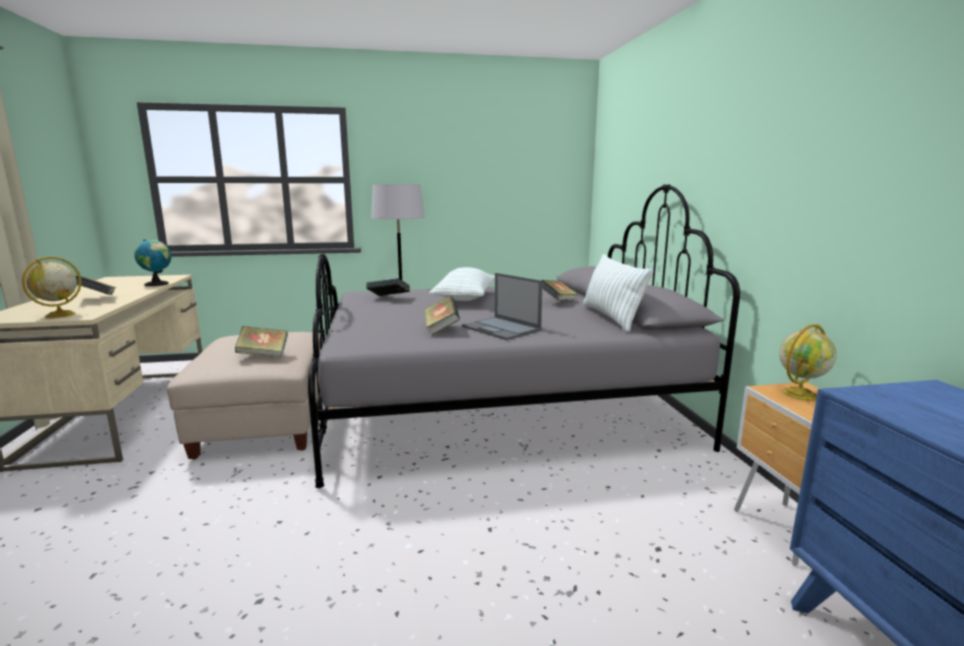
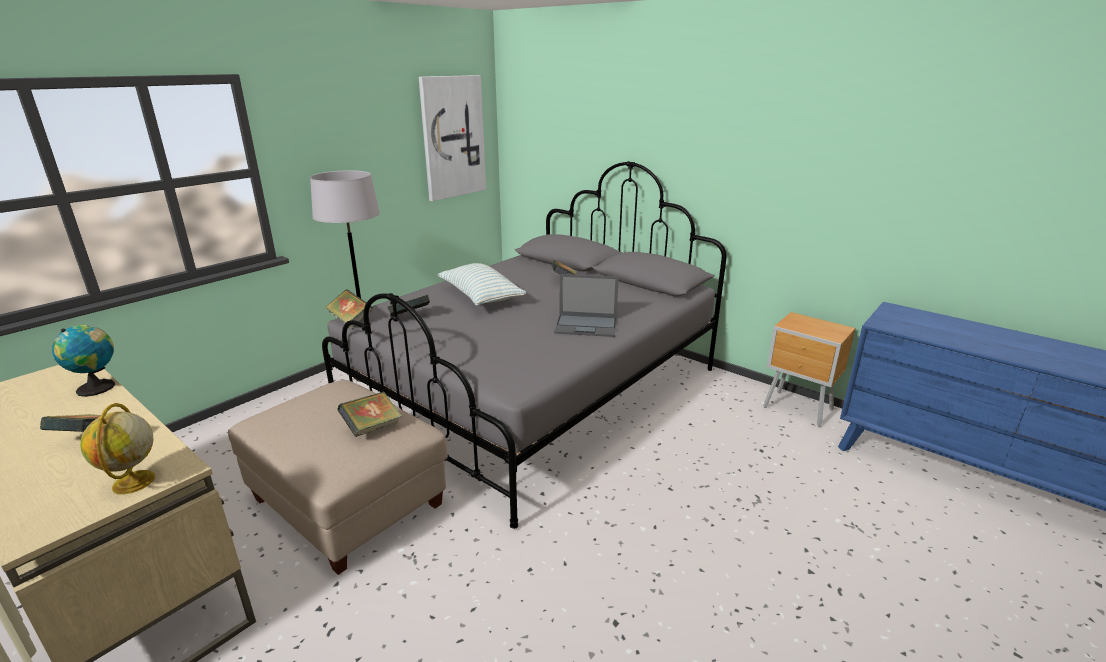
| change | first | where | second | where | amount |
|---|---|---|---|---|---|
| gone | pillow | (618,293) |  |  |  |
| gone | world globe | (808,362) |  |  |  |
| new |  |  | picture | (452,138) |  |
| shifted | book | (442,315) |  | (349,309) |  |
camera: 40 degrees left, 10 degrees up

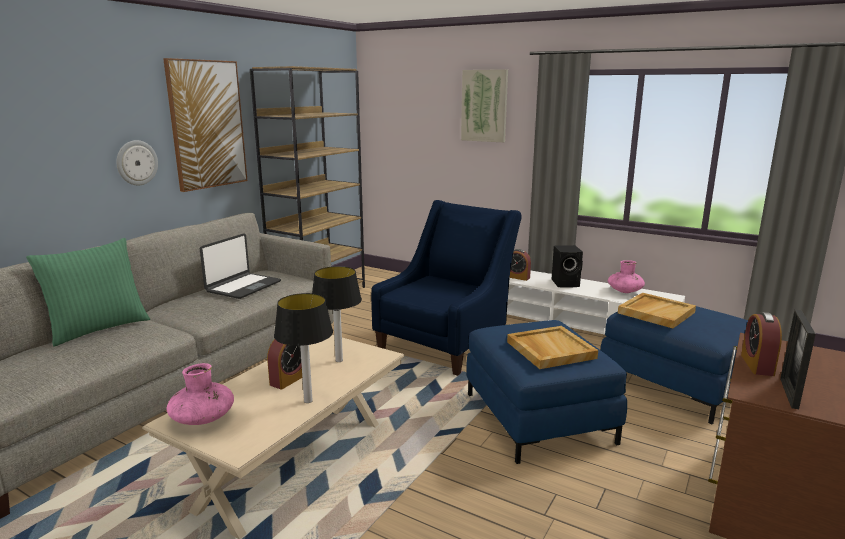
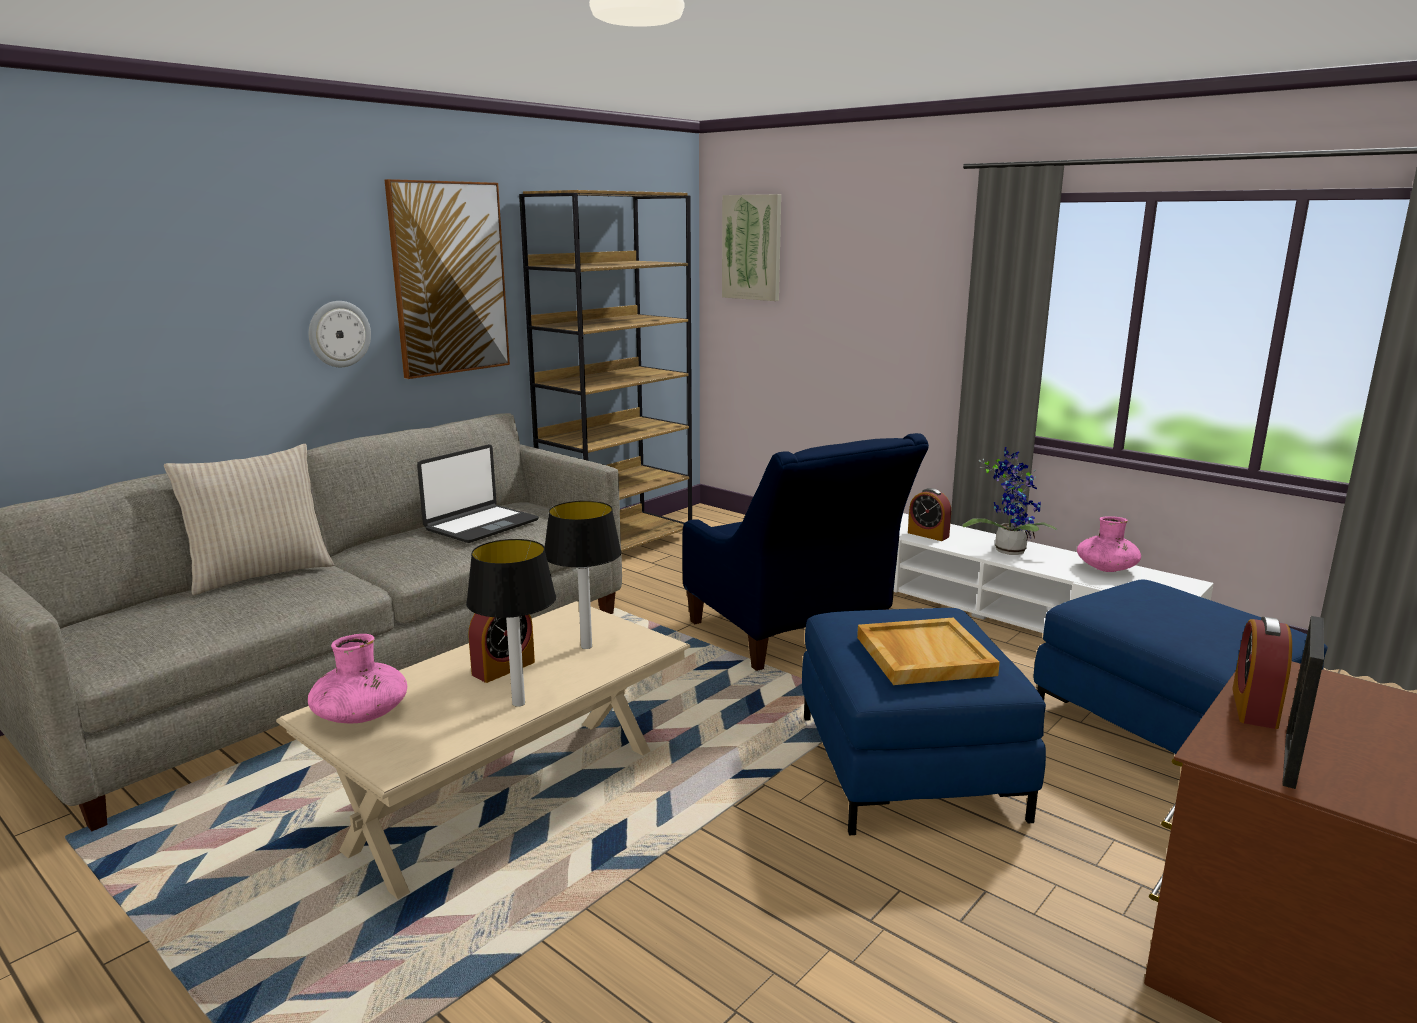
| change | first | where | second | where | amount |
|---|---|---|---|---|---|
| gone | carrying tray (beige-coloured) | (657,310) |  |  |  |
| shifted | picture | (484,105) |  | (751,247) |  |
| swapped | audio speaker (blackish) | (567,266) | houseplant | (1009,501) |  |
| repainted | pillow (green-coloured) | (88,292) | pillow (beige-coloured) | (249,519) |  |
| rotated | lounge chair (bluish) | (446,288) |  | (805,552) | 105 degrees clockwise |
camera: 10 degrees right, 0 degrees up

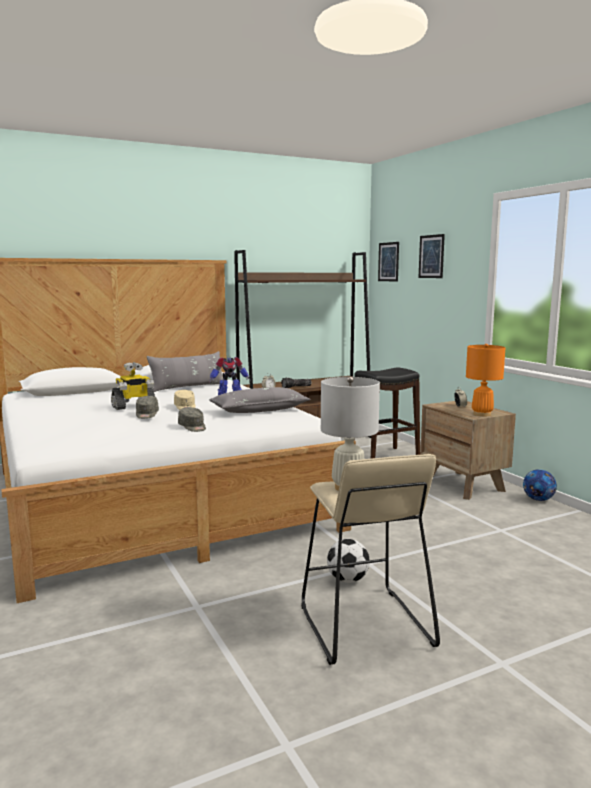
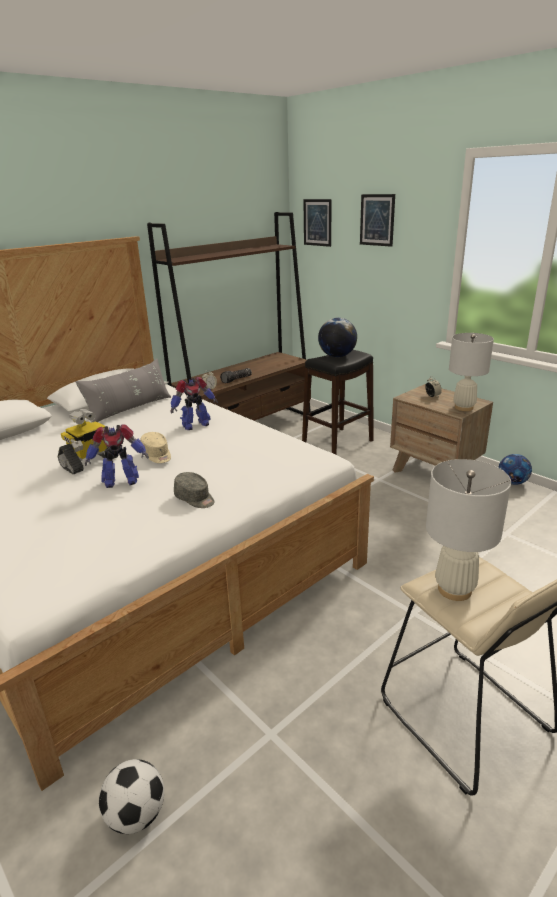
| change | first | where | second | where | amount |
|---|---|---|---|---|---|
| gone | pillow (grey) | (260,400) |  |  |  |
| new |  |  | world globe | (337,337) |  |
| shifted | football ball | (348,561) |  | (131,796) |  |
| swapped | peaked cap (grey) | (147,407) | robot figure | (117,456) |  |
| repainted | lamp for a table (orangey) | (485,380) | lamp for a table (white) | (471,372) |  |
camera: 15 degrees left, 15 degrees up

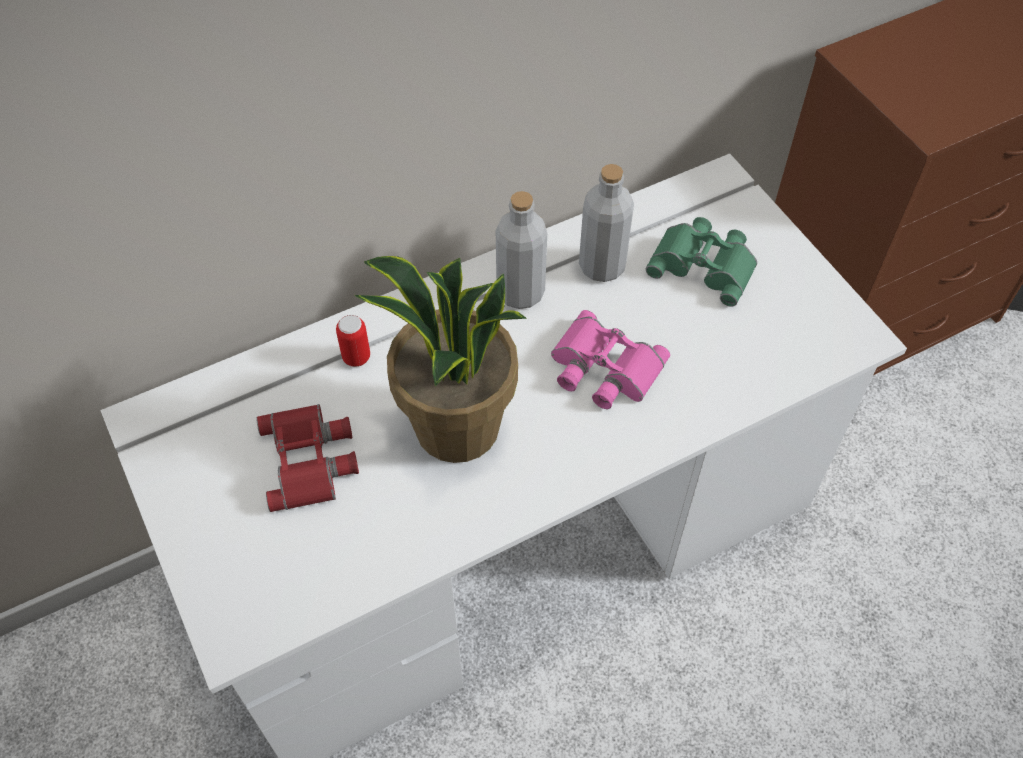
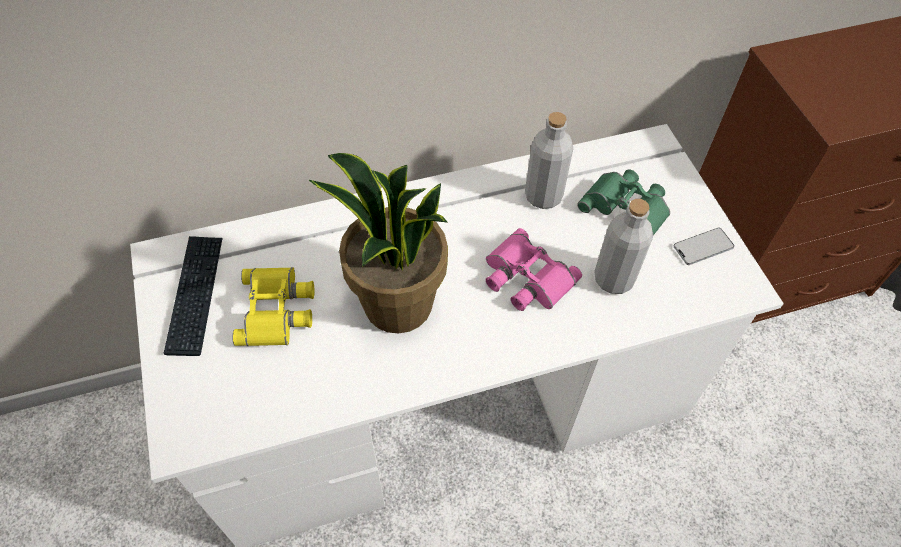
| change | first | where | second | where | amount |
|---|---|---|---|---|---|
| gone | sealed can | (353,341) |  |  |  |
| new |  |  | computer keyboard | (193,296) |  |
| new |  |  | telephone | (704,246) |  |
| shifted | beverage bottle (grey) | (521,250) |  | (623,246) |  |
| repainted | field glasses (red) | (307,458) | field glasses (yellow-coloured) | (273,306) |  |
camera: 10 degrees right, 0 degrees up

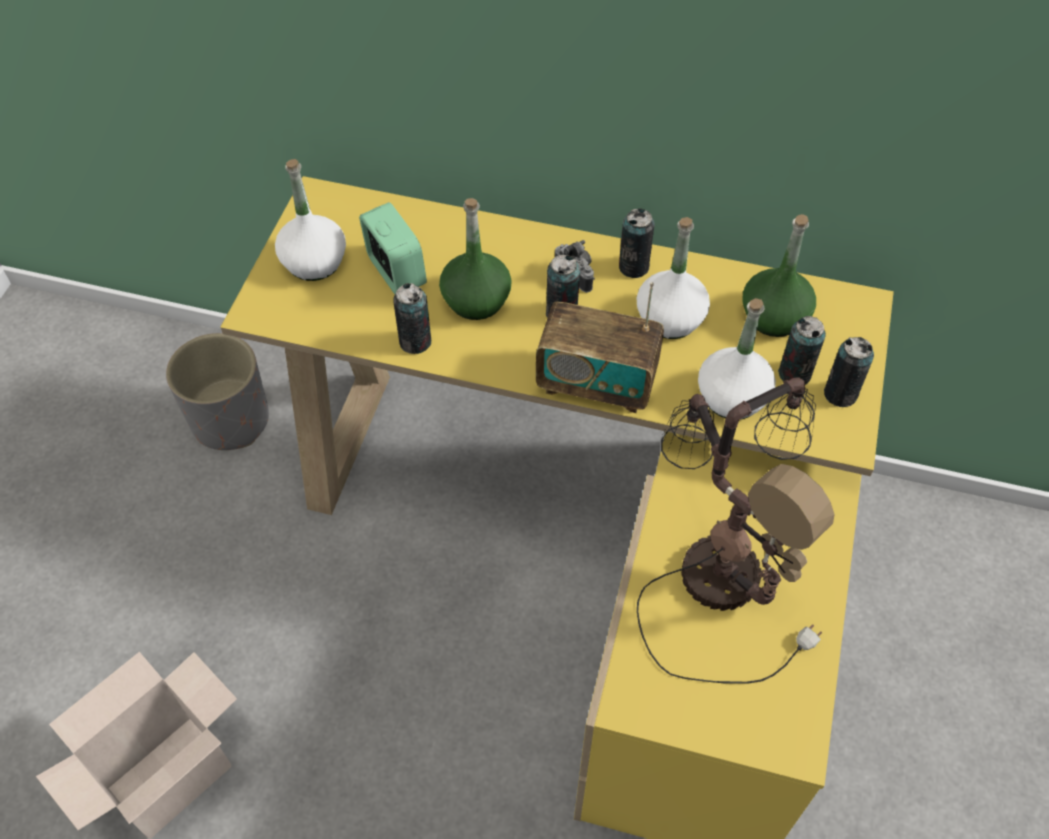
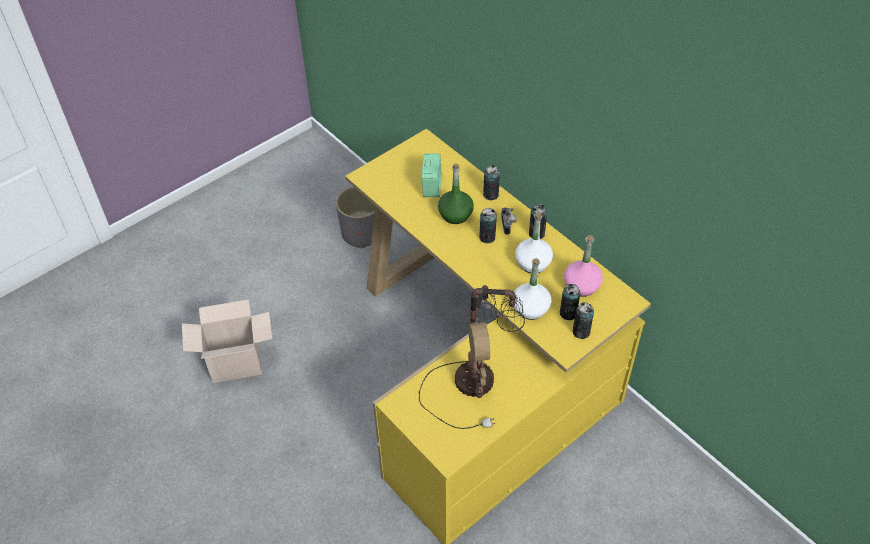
| change | first | where | second | where | amount |
|---|---|---|---|---|---|
| gone | beverage bottle (white) | (310,220) |  |  |  |
| gone | radio | (600,347) |  |  |  |
| shifted | sealed can | (412,318) |  | (491,182) |  |
| repainted | beverage bottle (green-coloured) | (779,275) | beverage bottle (pink-coloured) | (583,266) |  |
camera: 35 degrees right, 5 degrees down

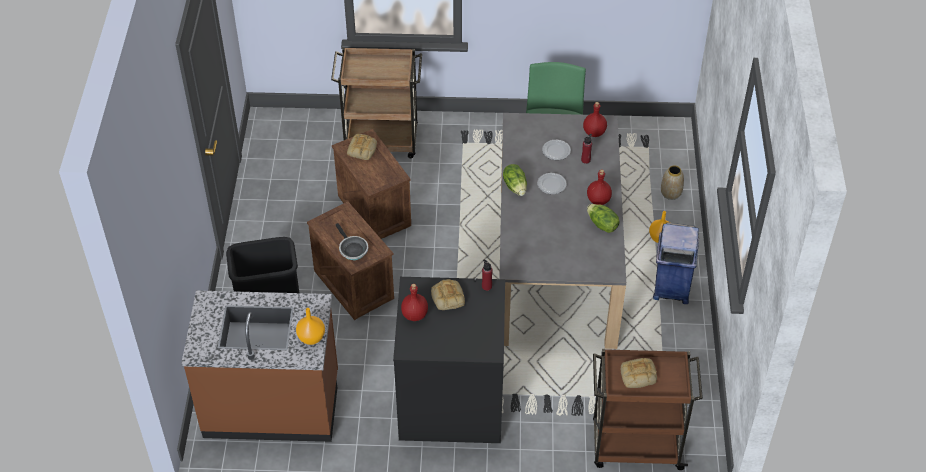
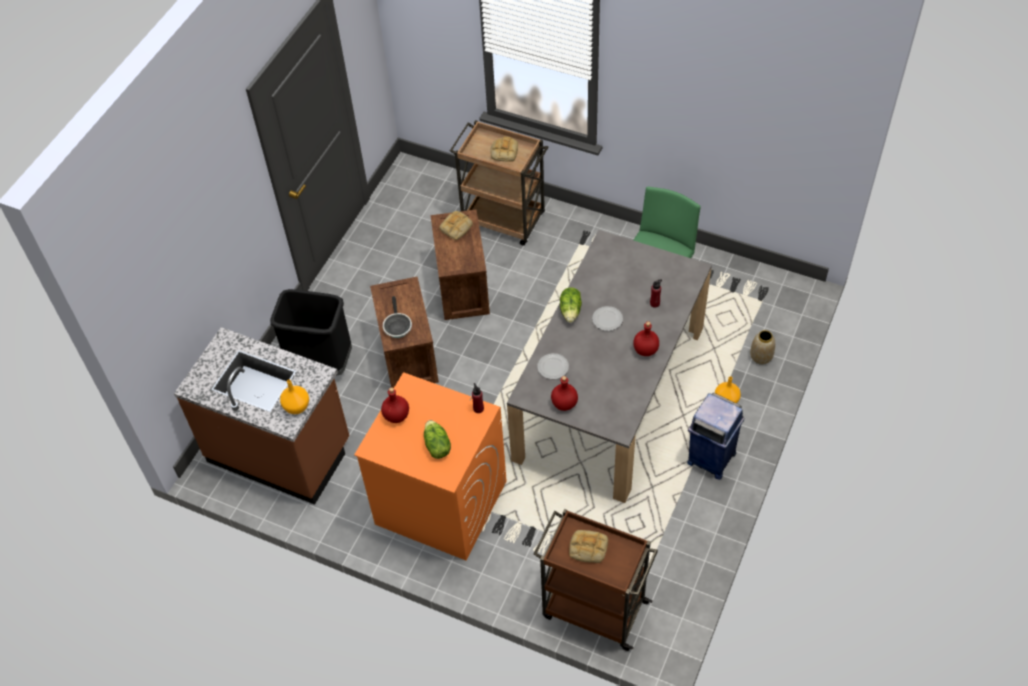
| change | first | where | second | where | amount |
|---|---|---|---|---|---|
| shifted | baked bread | (448,294) |  | (504,149) |  |
| shifted | flat dish | (556,150) |  | (553,366) |  |
| shifted | beverage bottle (red) | (595,119) |  | (564,393) |  |
| shifted | lettuce | (603,218) |  | (437,439) |  |
| repainted | laundry machine (blackish) | (449,360) | laundry machine (orangey) | (430,466) |  |
camera: 25 degrees right, 5 degrees up

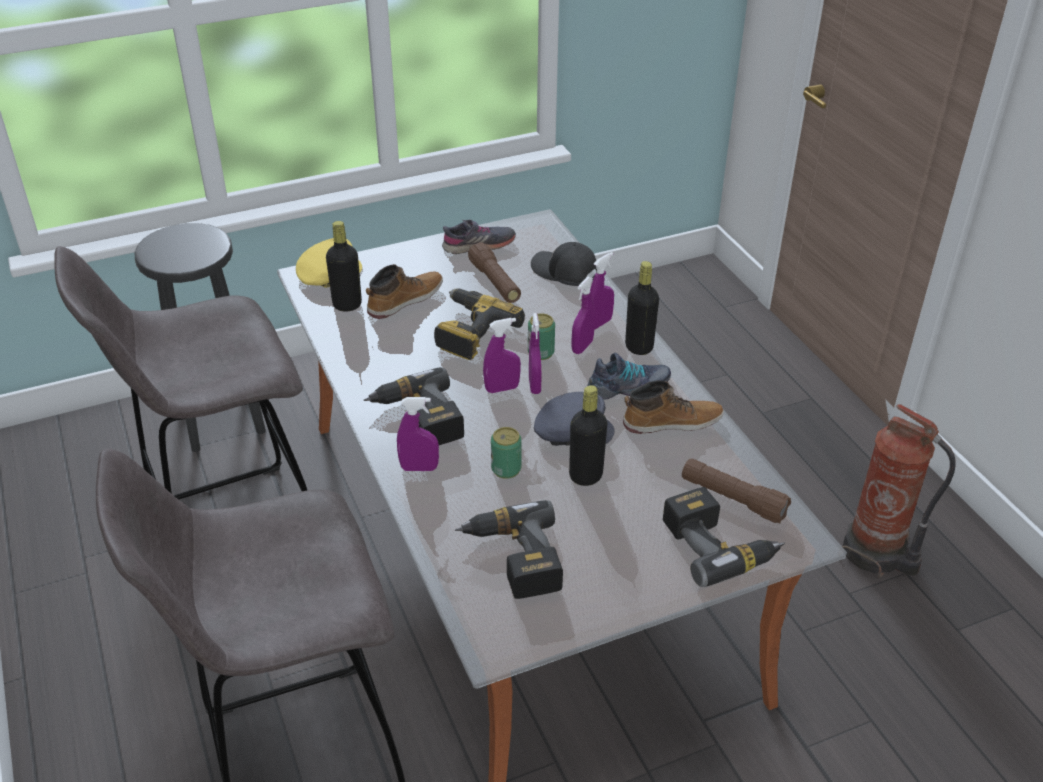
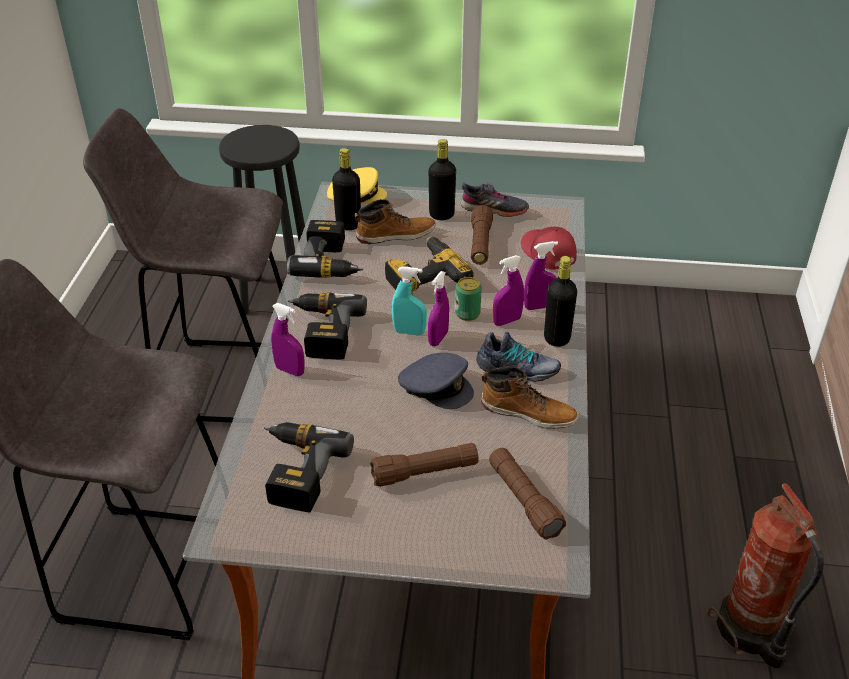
| change | first | where | second | where | amount |
|---|---|---|---|---|---|
| gone | sealed can | (506,453) |  |  |  |
| new |  |  | hand torch (brownish) | (424,465) |  |
| shifted | beverage bottle (blackish) | (588,435) |  | (442,179) |  |
| shifted | power drill | (724,537) |  | (325,249) |  |
| repainted | hand sprayer (purple-coloured) | (502,355) | hand sprayer (blue-green) | (409,300) |  |
| repainted | peaked cap (blackish) | (564,264) | peaked cap (red) | (549,248) |  |
camera: 30 degrees right, 0 degrees up

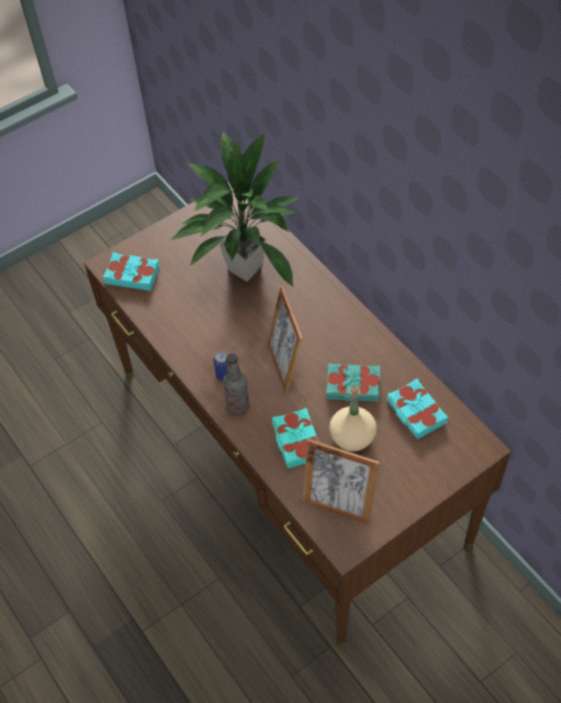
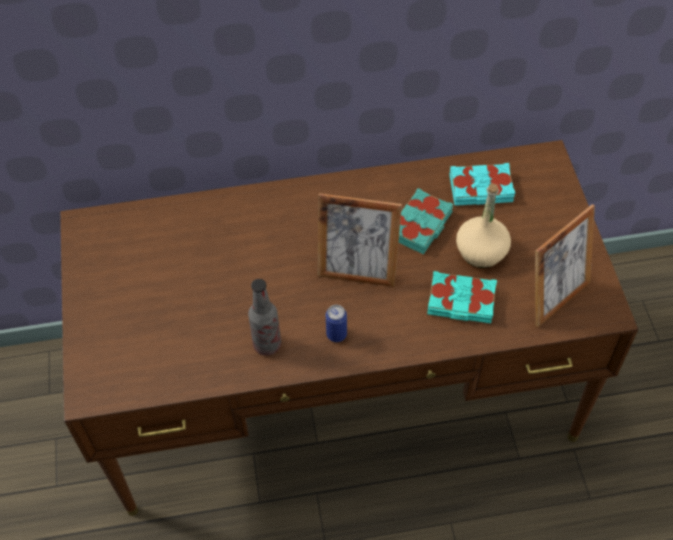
| change | first | where | second | where | amount |
|---|---|---|---|---|---|
| gone | book (blue-green) | (131,271) |  |  |  |
| gone | houseplant | (234,209) |  |  |  |
| shifted | beverage bottle | (236,384) |  | (264,317) |  |
camera: 65 degrees left, 0 degrees up

